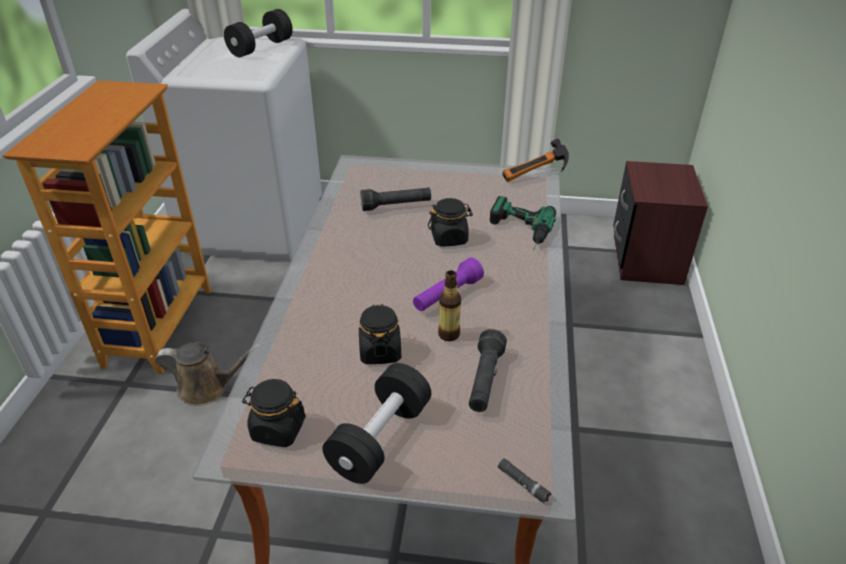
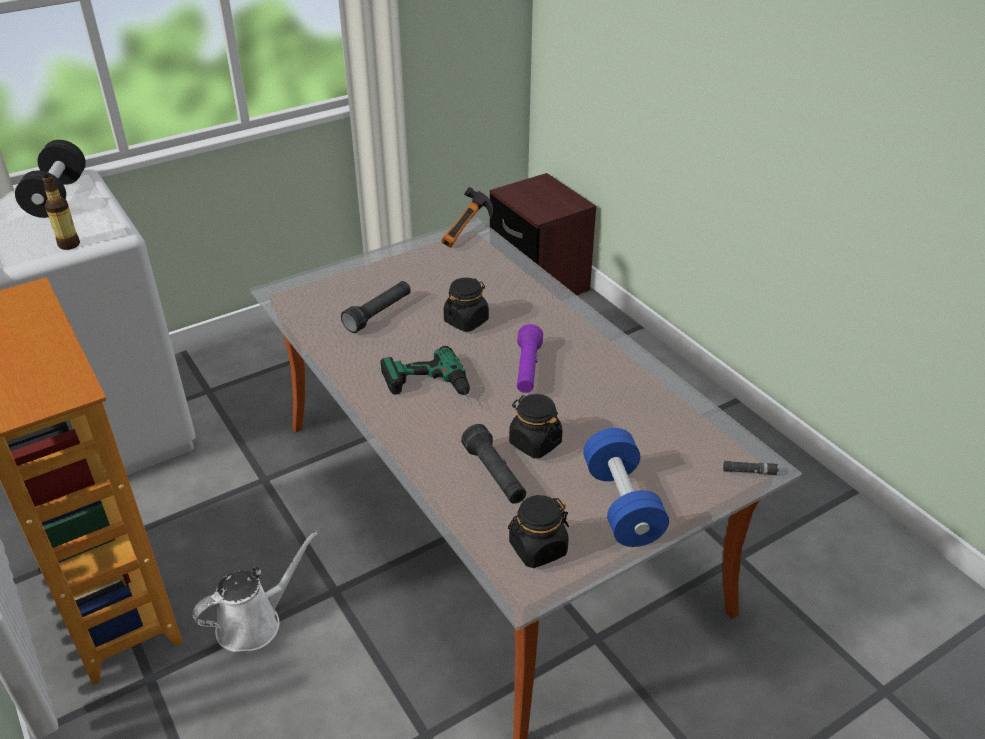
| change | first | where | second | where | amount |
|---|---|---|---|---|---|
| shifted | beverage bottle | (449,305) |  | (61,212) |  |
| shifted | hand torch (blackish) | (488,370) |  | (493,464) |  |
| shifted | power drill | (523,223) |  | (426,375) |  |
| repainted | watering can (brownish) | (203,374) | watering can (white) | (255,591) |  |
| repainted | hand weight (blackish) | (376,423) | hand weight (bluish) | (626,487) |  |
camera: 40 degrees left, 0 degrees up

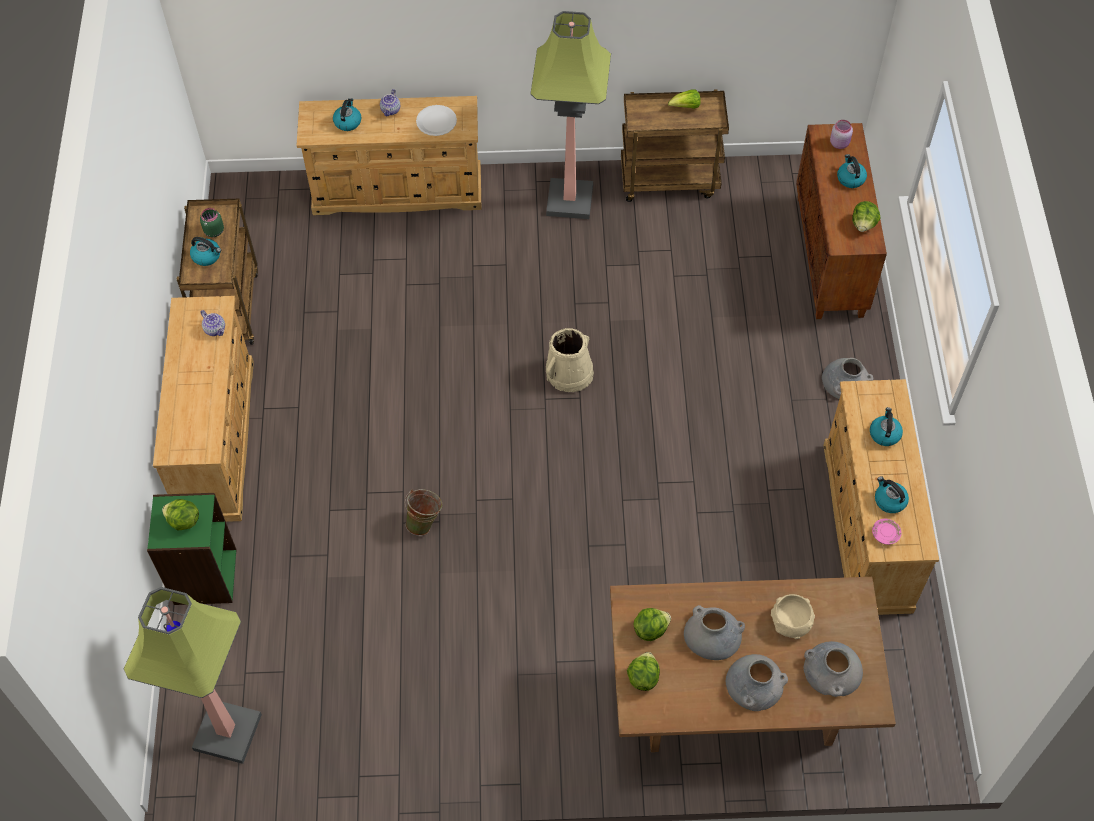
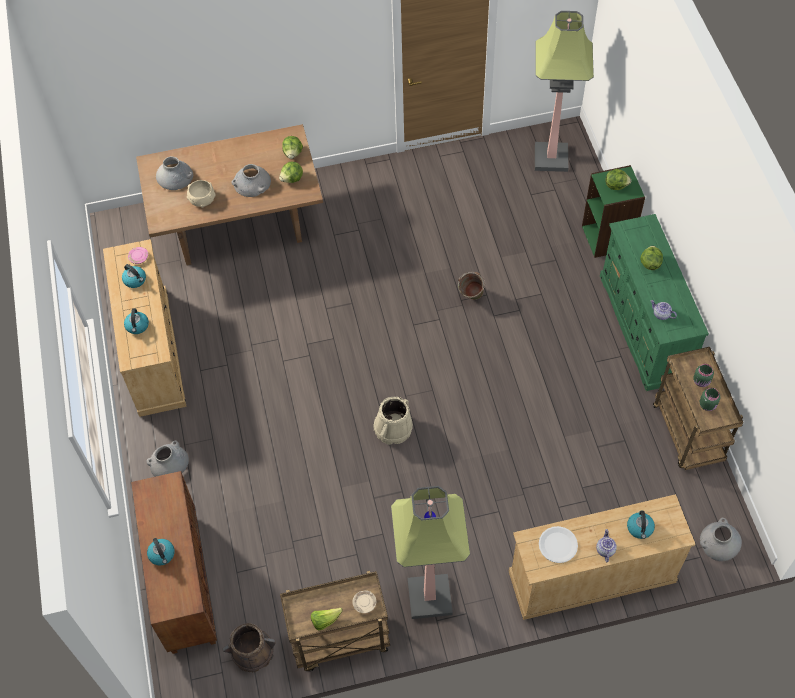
| change | first | where | second | where | amount |
|---|---|---|---|---|---|
| gone | storage jar (pink-coloured) | (841,134) |  |  |  |
| new |  |  | water bucket (brownish) | (249,647) |  |
| new |  |  | flat dish (beige-coloured) | (364,601) |  |
| shifted | vase (grey) | (757,682) |  | (721,539) |  |
| shifted | lettuce | (866,216) |  | (651,258) |  |
| swapped | tea kettle | (205,251) | storage jar (green-coloured) | (703,375) |  |
| repainted | dresser (beige-coloured) | (203,409) | dresser (green-coloured) | (654,302) |  |
camera: 170 degrees right, 0 degrees up

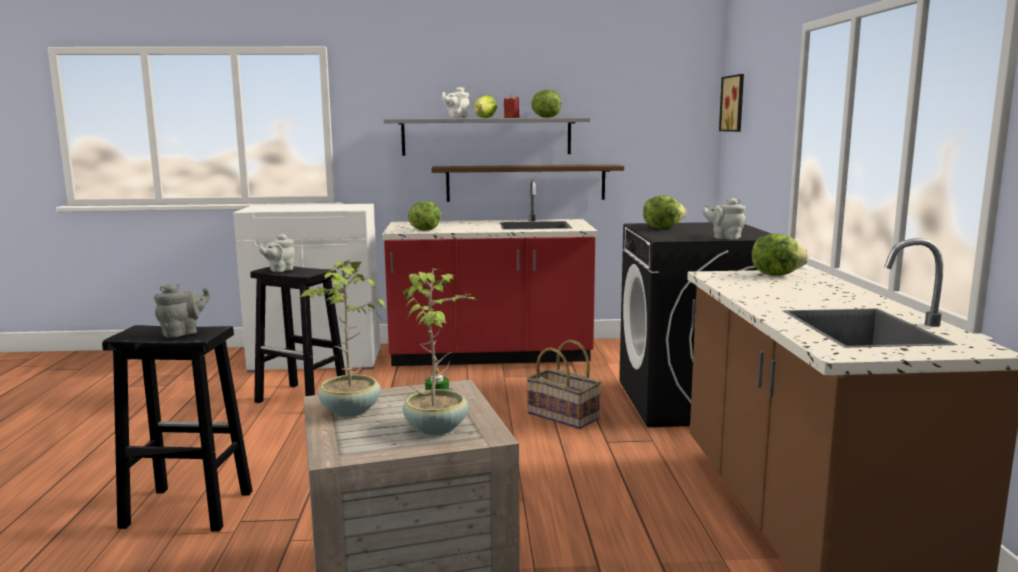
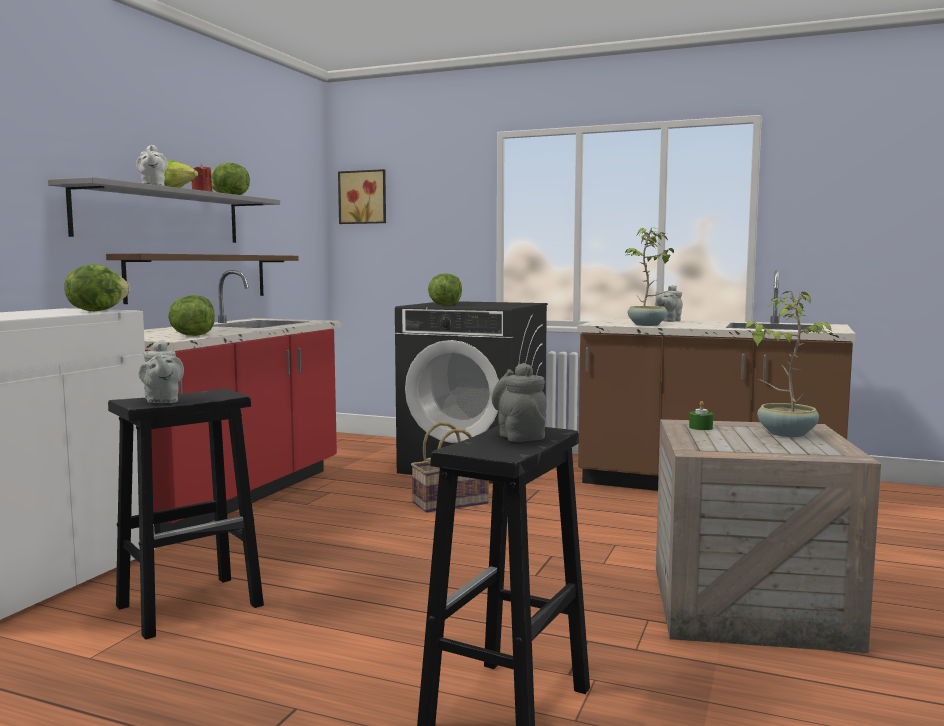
| change | first | where | second | where | amount |
|---|---|---|---|---|---|
| shifted | houseplant | (343,338) |  | (649,277) |  |
| shifted | tea pot (grey) | (724,219) |  | (669,303) |  |
| shifted | lettuce | (780,255) |  | (97,287) |  |
camera: 65 degrees left, 5 degrees down

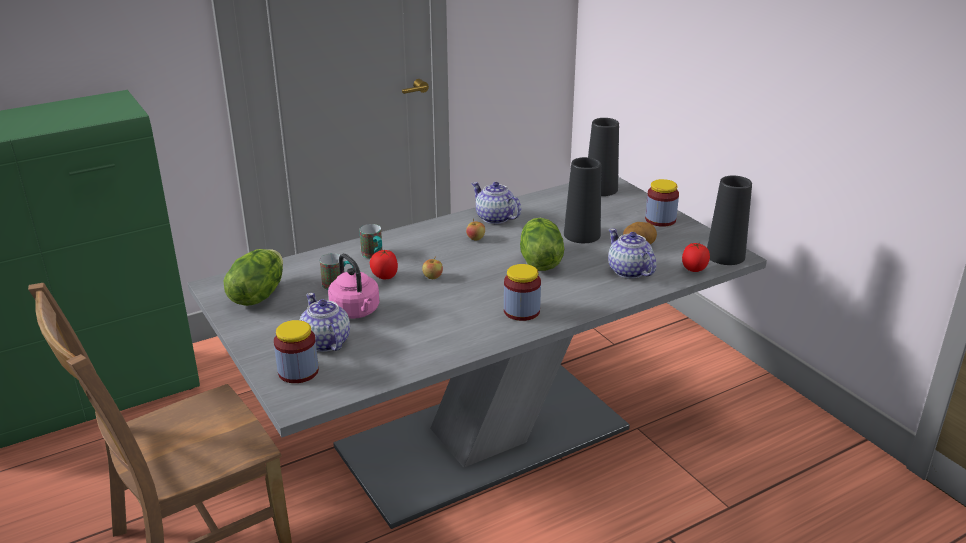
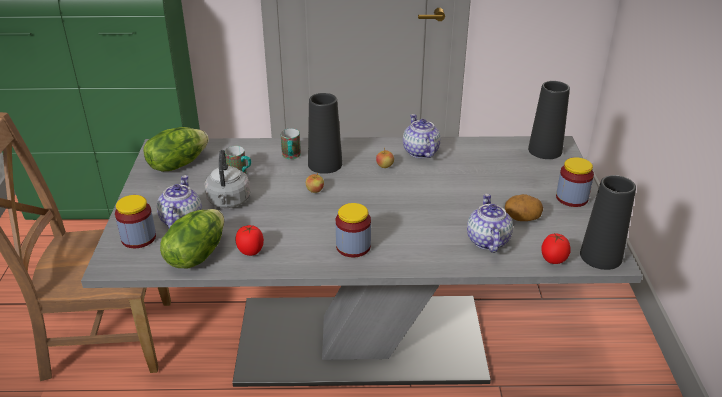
| change | first | where | second | where | amount |
|---|---|---|---|---|---|
| shifted | tomato | (384,264) |  | (249,240) |  |
| shifted | lettuce | (542,244) |  | (192,239) |  |
| shifted | vase (blackish) | (582,200) |  | (325,133) |  |
| repainted | tea kettle (pink-coloured) | (354,286) | tea kettle (grey) | (227,179) |  |
camera: 30 degrees right, 5 degrees up

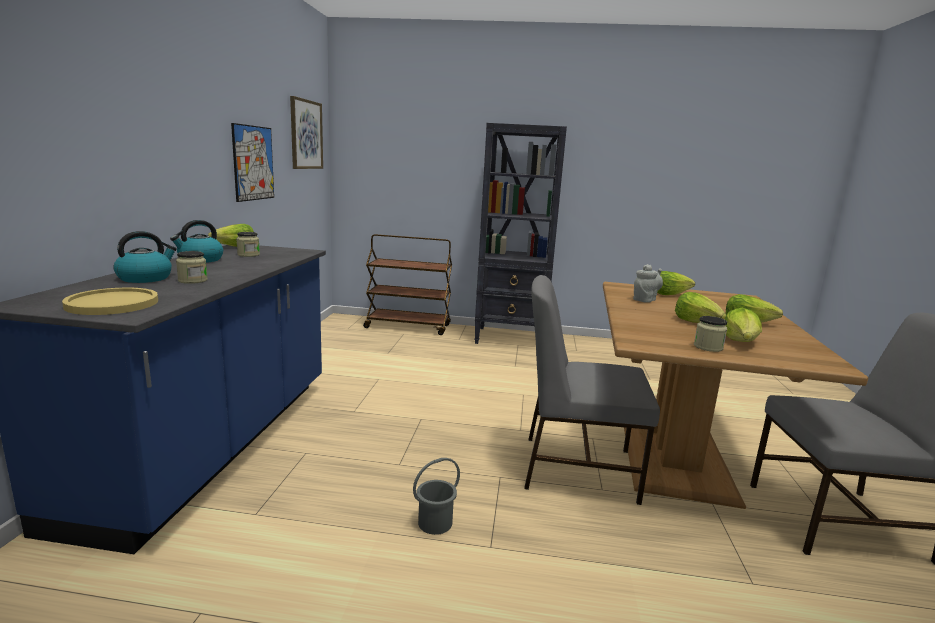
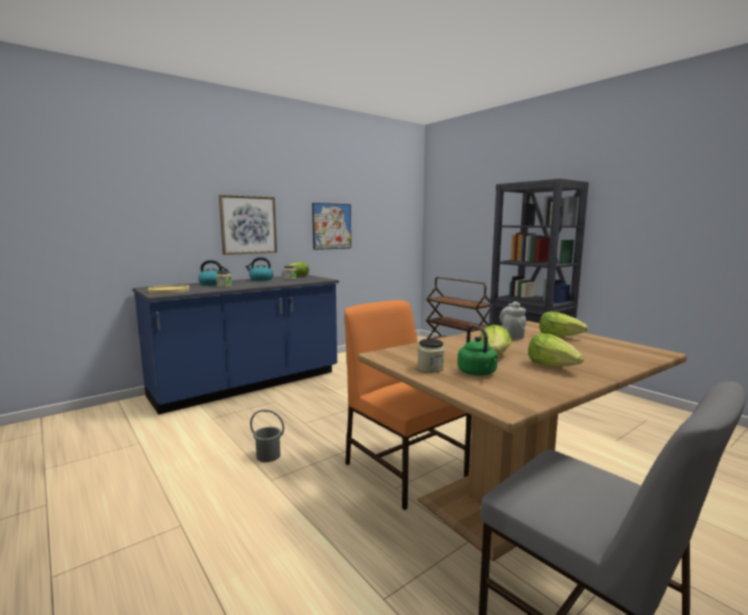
| change | first | where | second | where | amount |
|---|---|---|---|---|---|
| shifted | picture | (306,132) |  | (248,225) |  |
| swapped | lettuce | (743,325) | tea kettle (green-coloured) | (477,350) |  |
| repainted | upright chair (grey) | (592,390) | upright chair (orangey) | (408,405) |  |
| rotated | tea pot (grey) | (648,283) |  | (512,320) | 90 degrees counterclockwise |
camera: 45 degrees right, 5 degrees down

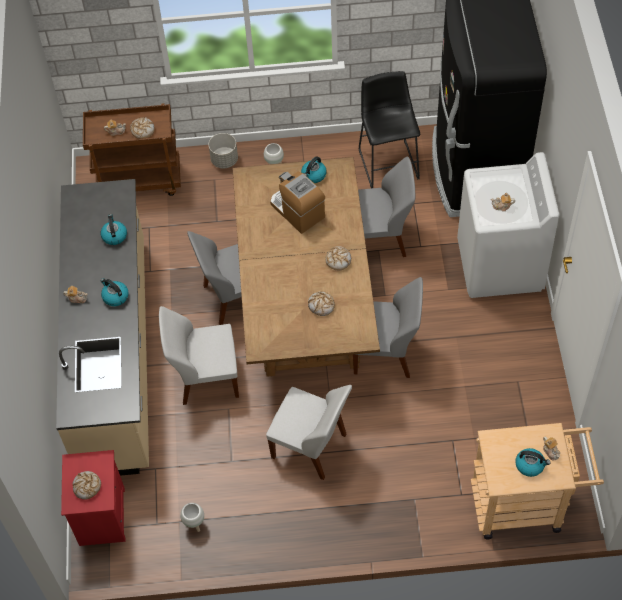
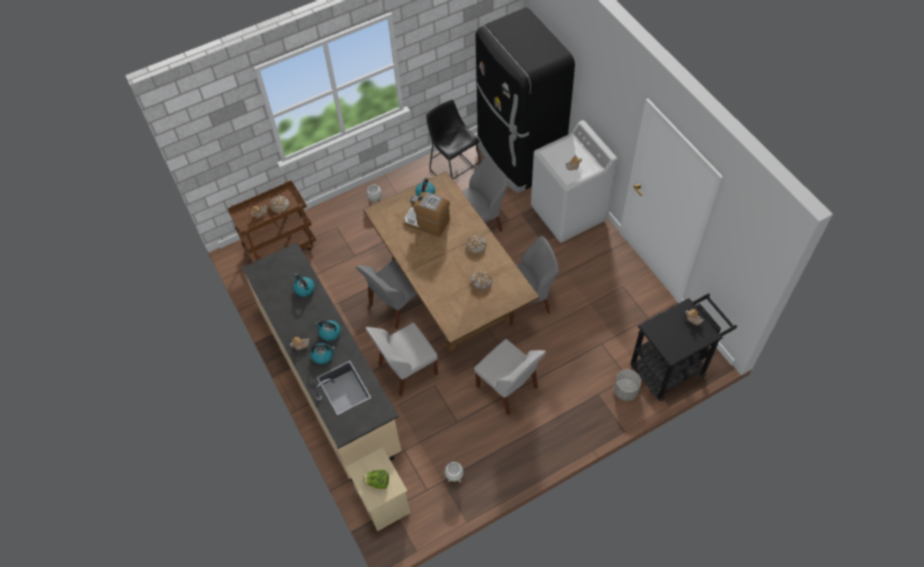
| change | first | where | second | where | amount |
|---|---|---|---|---|---|
| shifted | planter (grey) | (223,150) |  | (627,385) |  |
| shifted | tea kettle | (533,462) |  | (322,353) |  |
| swapped | baked bread | (86,485) | lettuce | (376,479) |  |
| repainted | nightstand (red) | (93,498) | nightstand (beige-coloured) | (378,489) |  |
| repainted | trolley (beige-coloured) | (537,481) | trolley (blackish) | (684,347) |  |
| rotated | upright chair (white) | (309,432) |  | (510,377) | 45 degrees clockwise |
camera: 25 degrees left, 0 degrees up

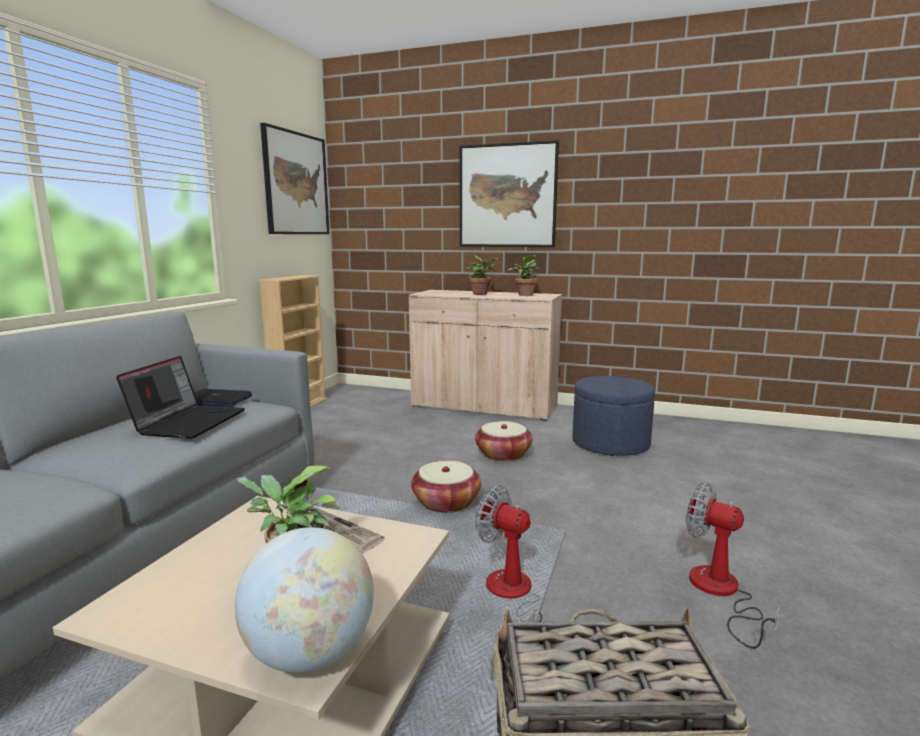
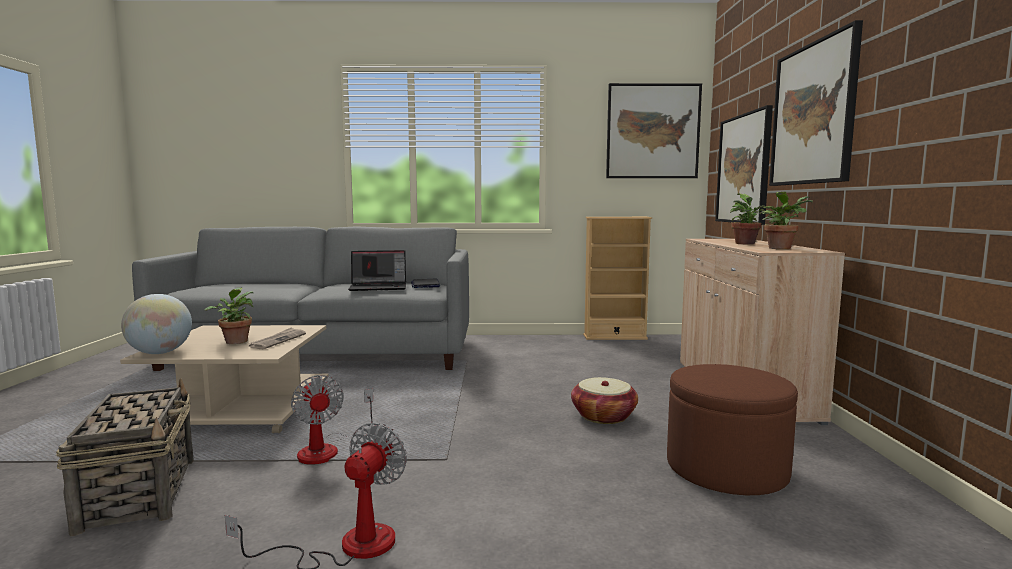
| change | first | where | second | where | amount |
|---|---|---|---|---|---|
| gone | storage basket | (446,487) |  |  |  |
| new |  |  | picture | (744,165) |  |
| repainted | ottoman (bluish) | (613,416) | ottoman (brownish) | (732,429) |  |
| rotated | cooling fan | (508,554) |  | (332,420) | 135 degrees clockwise |
camera: 70 degrees right, 5 degrees down

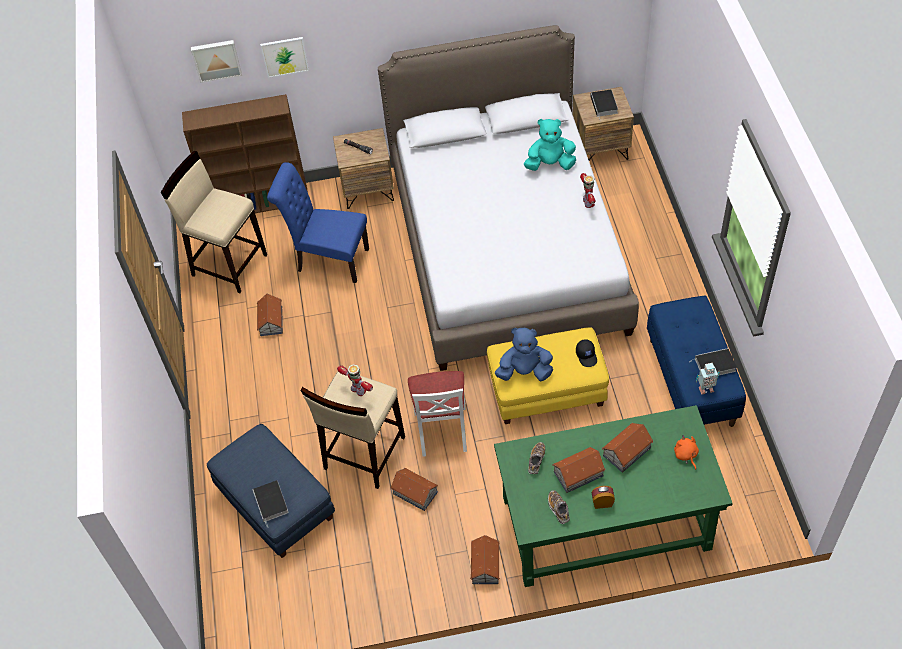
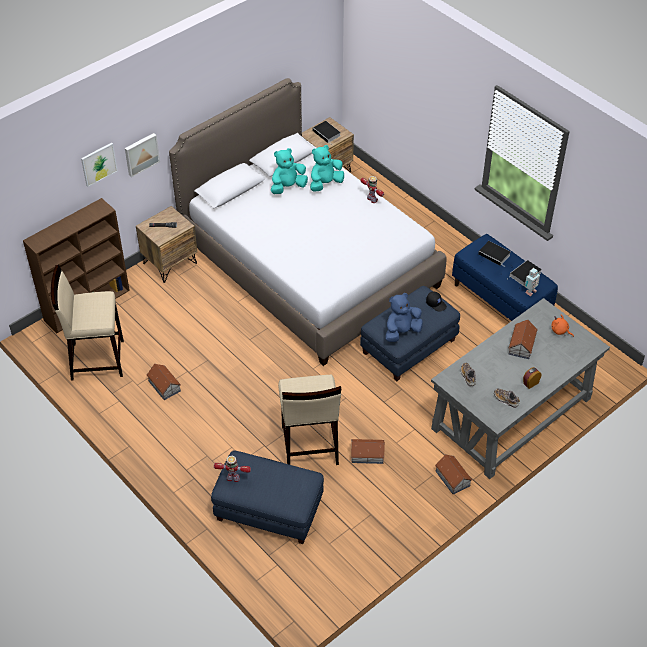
| change | first | where | second | where | amount |
|---|---|---|---|---|---|
| gone | upright chair (bluish) | (318,222) |  |  |  |
| gone | upright chair (white) | (437,414) |  |  |  |
| gone | toy house | (579,470) |  |  |  |
| new |  |  | cuddly toy (blue-green) | (289,171) |  |
| shifted | picture | (216,61) |  | (142,155) |  |
| shifted | book | (270,504) |  | (494,253) |  |
| shifted | robot figure | (355,380) |  | (232,469) |  |
| repainted | ottoman (yellow-coloured) | (548,375) | ottoman (bluish) | (410,333) |  |
| repainted | desk table (green-coloured) | (613,496) | desk table (grey) | (520,388) |  |
camera: 35 degrees left, 5 degrees down

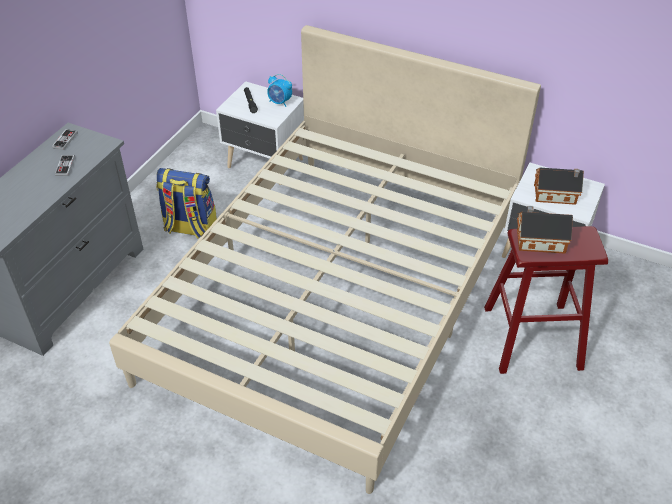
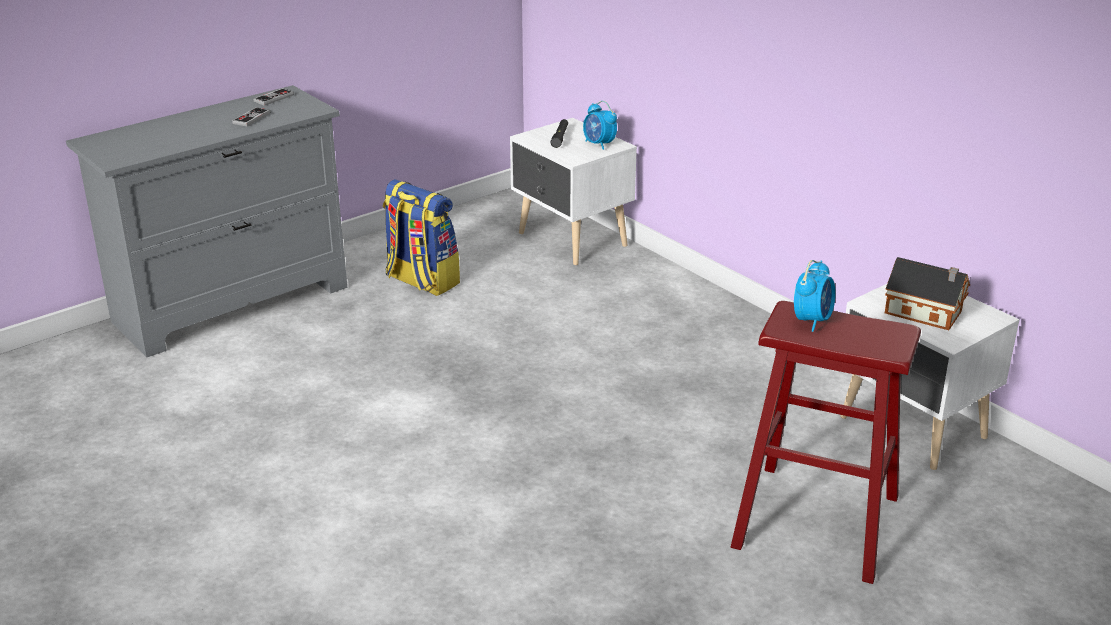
| change | first | where | second | where | amount |
|---|---|---|---|---|---|
| gone | bed (beige-coloured) | (325,259) |  |  |  |
| swapped | toy house | (545,230) | table clock | (814,296) |  |
camera: 25 degrees right, 15 degrees down

